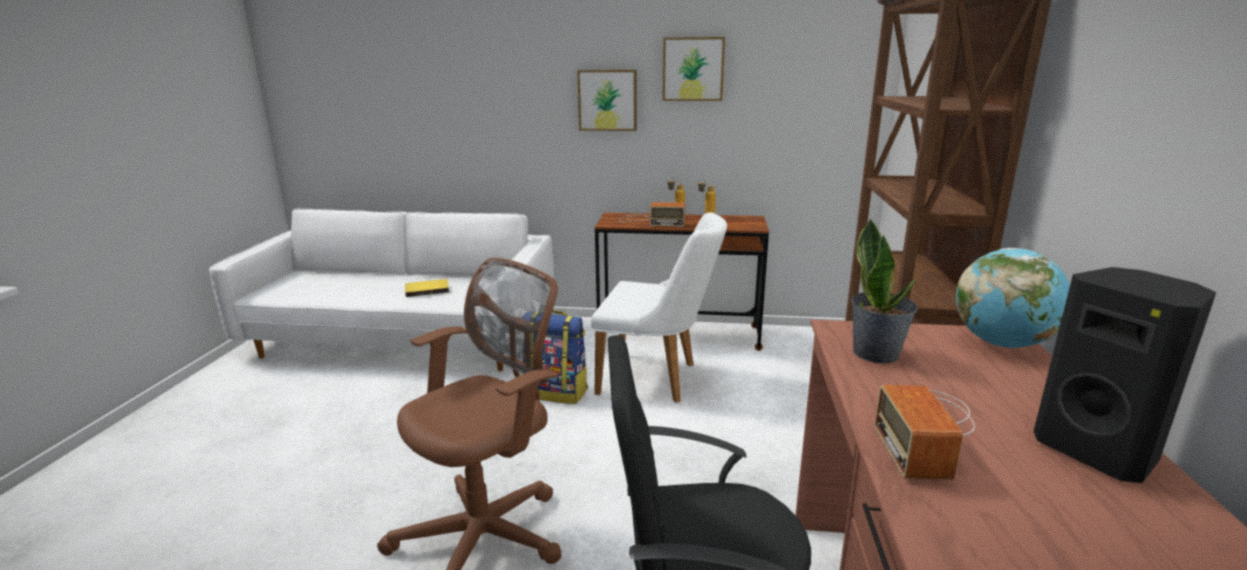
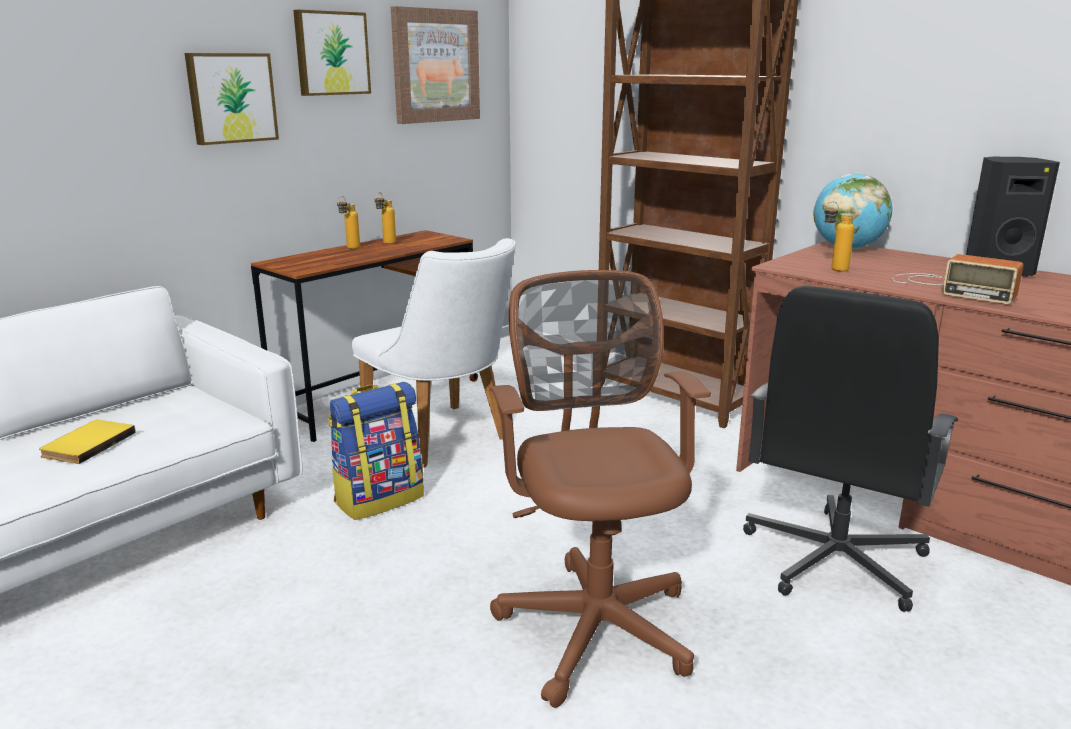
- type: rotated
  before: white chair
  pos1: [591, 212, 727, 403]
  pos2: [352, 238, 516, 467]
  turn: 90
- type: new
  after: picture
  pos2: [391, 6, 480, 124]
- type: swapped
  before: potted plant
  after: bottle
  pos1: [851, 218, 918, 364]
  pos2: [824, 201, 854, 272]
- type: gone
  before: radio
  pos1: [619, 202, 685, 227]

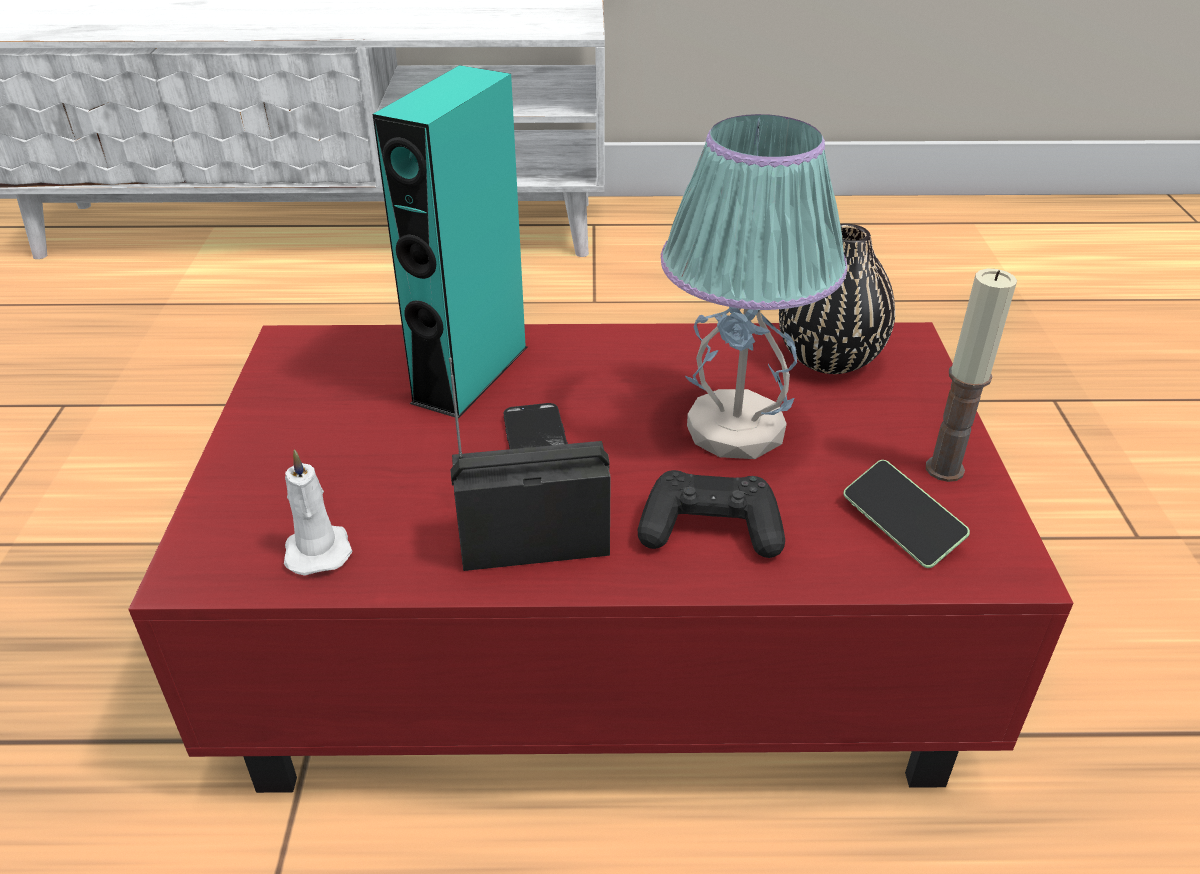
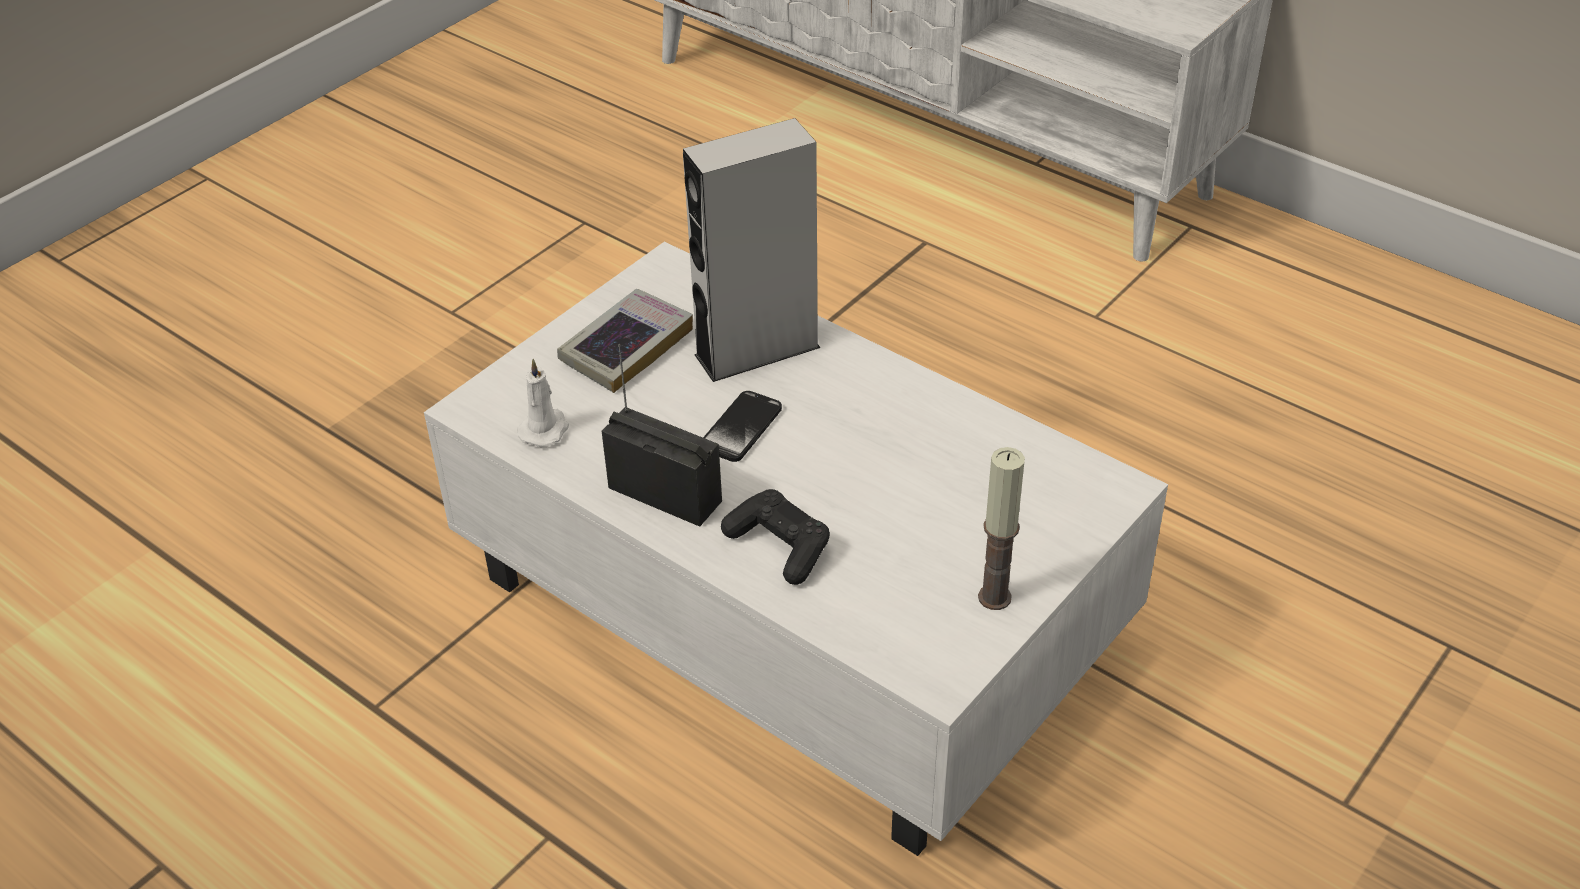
- type: repainted
  before: red coffee table
  after: white coffee table
  pos1: [128, 322, 1073, 793]
  pos2: [424, 242, 1168, 856]
- type: new
  after: book
  pos2: [557, 289, 693, 393]
- type: repainted
  before: turquoise speaker
  after: grey speaker
  pos1: [372, 65, 528, 418]
  pos2: [683, 118, 821, 382]
- type: gone
  before: table lamp
  pos1: [661, 114, 847, 459]
- type: gone
  before: black vase
  pos1: [779, 224, 895, 374]
- type: gone
  before: phone
  pos1: [843, 460, 970, 568]

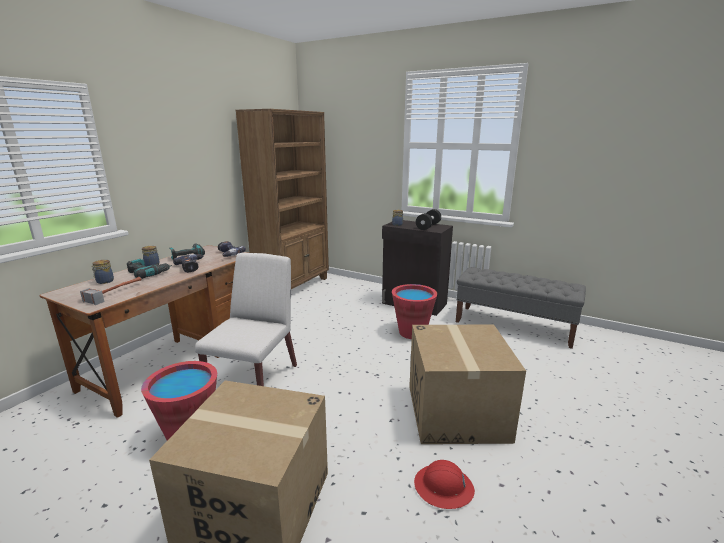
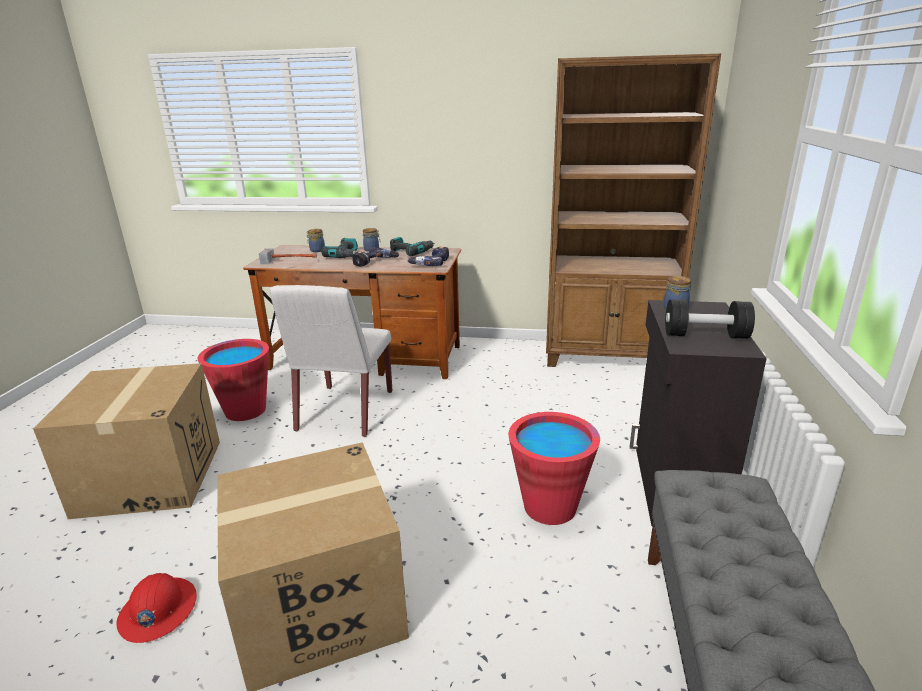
- type: rotated
  before: white chair
  pos1: [195, 253, 297, 386]
  pos2: [270, 285, 392, 437]
  turn: 105

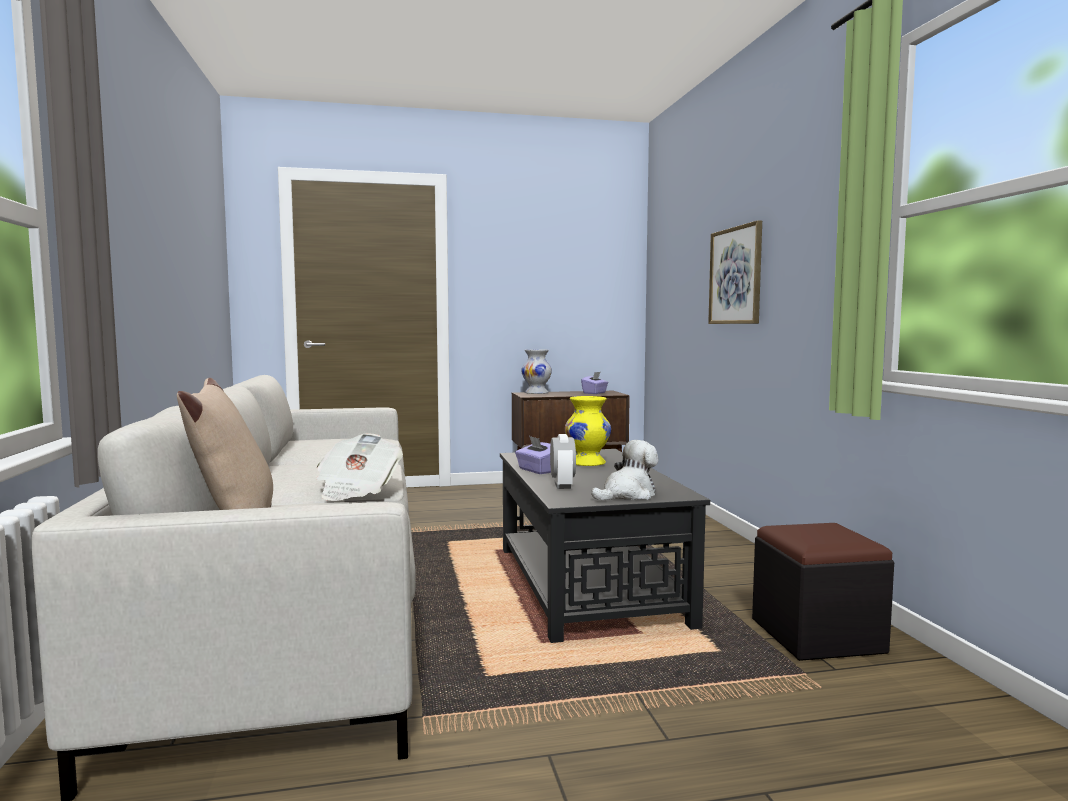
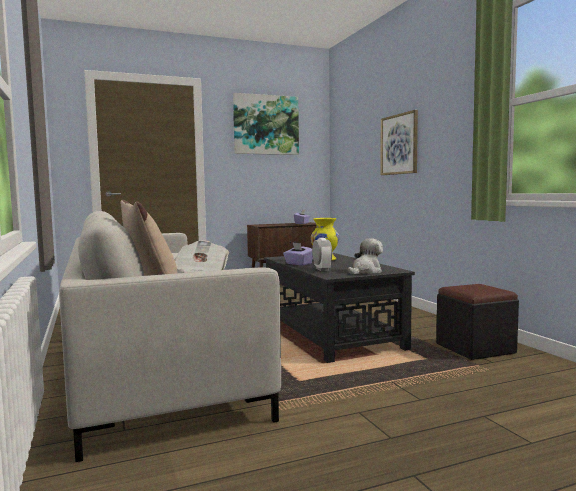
- type: new
  after: picture
  pos2: [233, 93, 299, 155]
- type: gone
  before: white vase
  pos1: [521, 349, 552, 394]

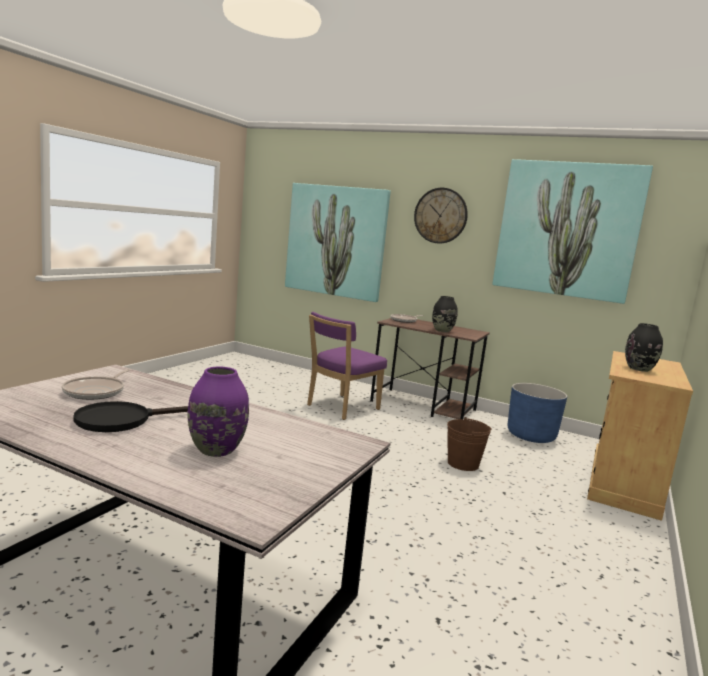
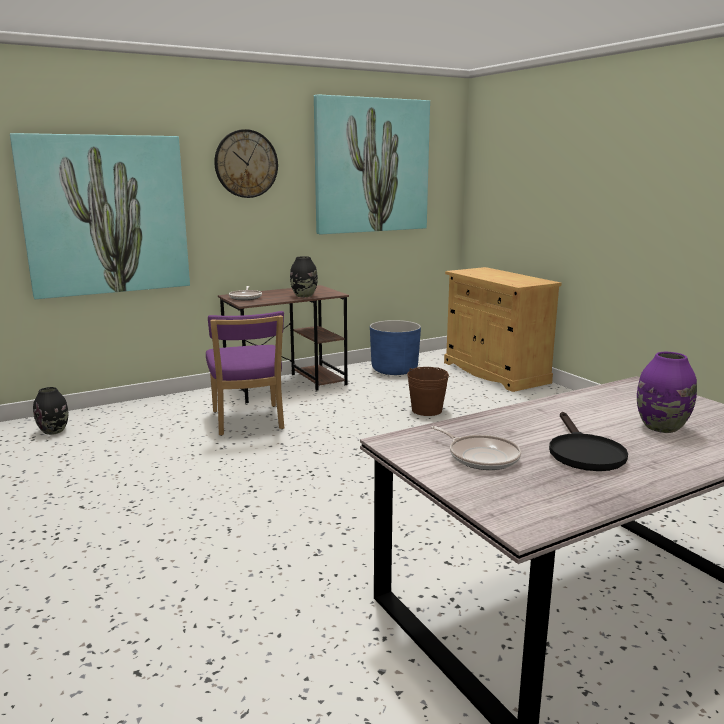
- type: shifted
  before: black vase
  pos1: [625, 323, 663, 372]
  pos2: [33, 387, 68, 435]

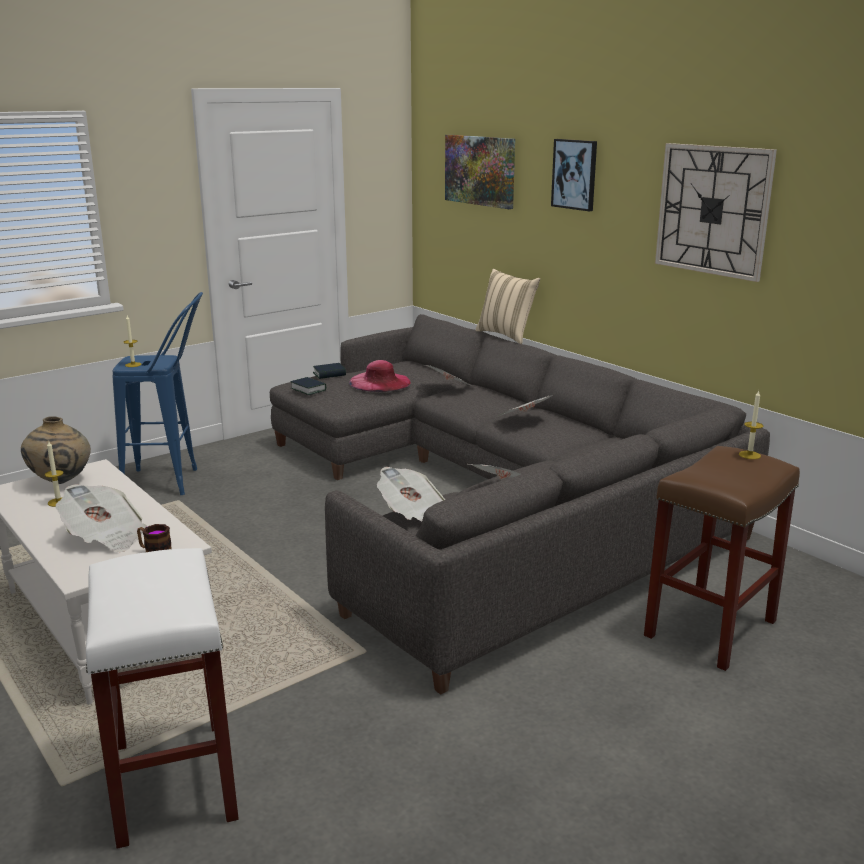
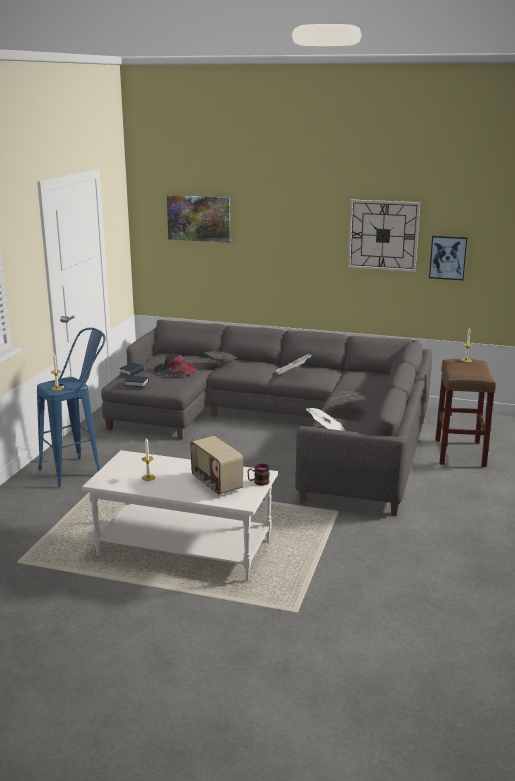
- type: repainted
  before: pink hat
  after: black hat
  pos1: [349, 360, 411, 392]
  pos2: [154, 354, 197, 377]
- type: swapped
  before: newspaper
  after: radio
  pos1: [56, 484, 147, 552]
  pos2: [190, 436, 243, 495]
- type: shifted
  before: picture
  pos1: [551, 139, 597, 211]
  pos2: [429, 236, 468, 280]
- type: gone
  before: beige vase
  pos1: [21, 416, 91, 484]
- type: gone
  before: white stool
  pos1: [86, 548, 239, 849]
- type: gone
  before: beige pillow
  pos1: [475, 269, 540, 344]

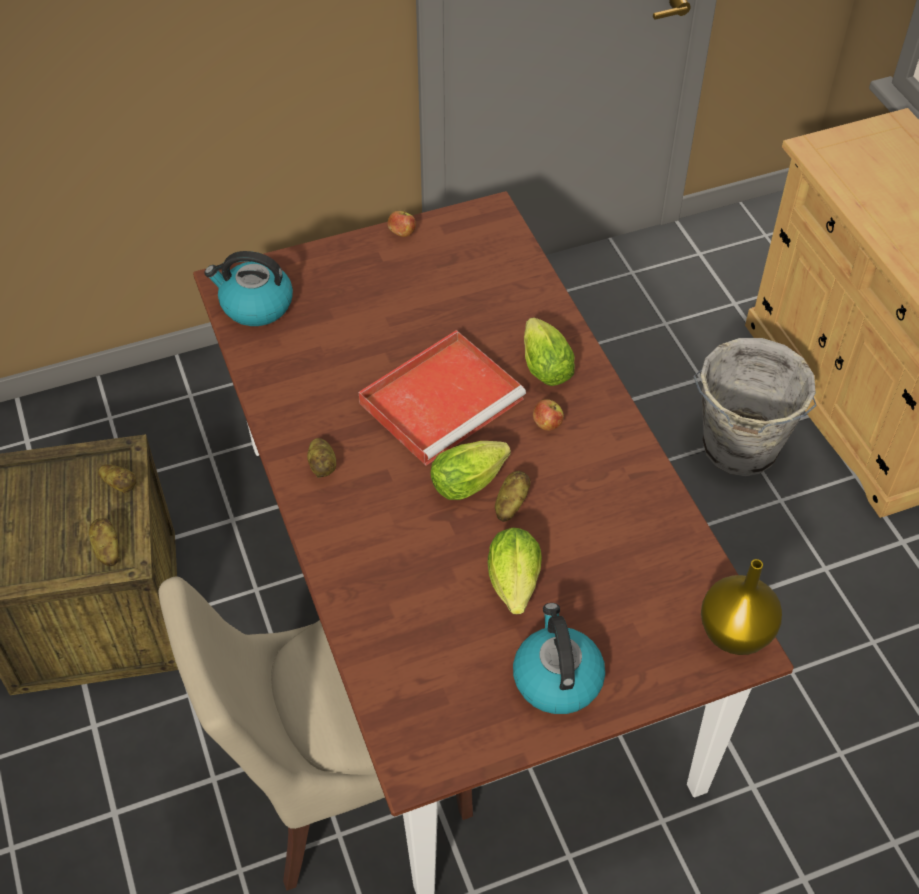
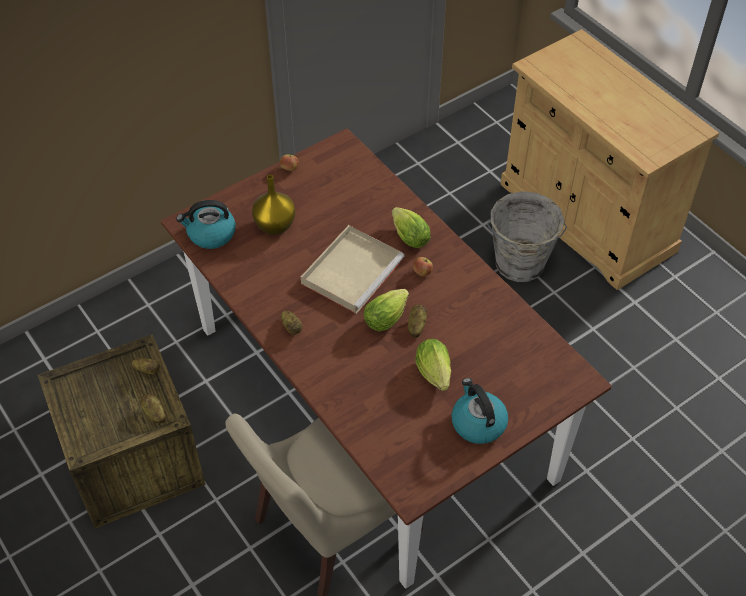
- type: shifted
  before: yellow vase
  pos1: [701, 559, 782, 655]
  pos2: [252, 175, 295, 235]
- type: repainted
  before: red tray
  after: beige tray
  pos1: [359, 330, 526, 466]
  pos2: [301, 225, 405, 314]

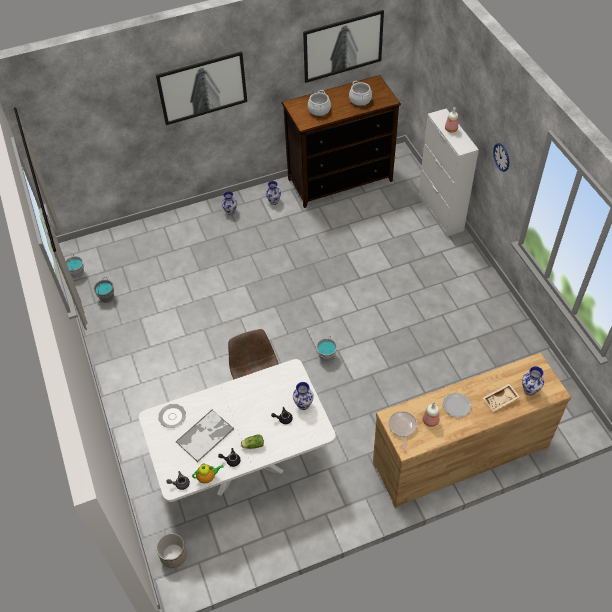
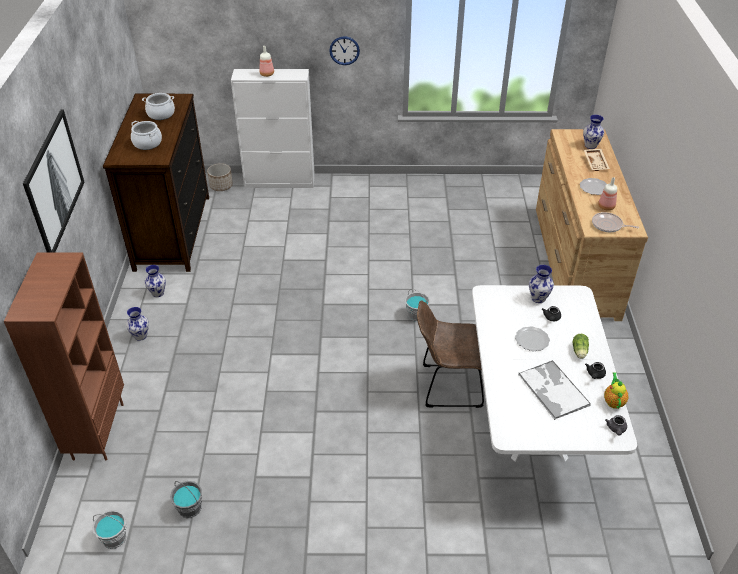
- type: new
  after: brown bookcase
  pos2: [4, 252, 124, 461]
- type: shifted
  before: planter
  pos1: [156, 533, 187, 568]
  pos2: [207, 163, 233, 191]
- type: shifted
  before: plate
  pos1: [158, 404, 186, 428]
  pos2: [515, 326, 550, 351]
- type: gone
  before: picture
  pos1: [303, 10, 384, 83]

